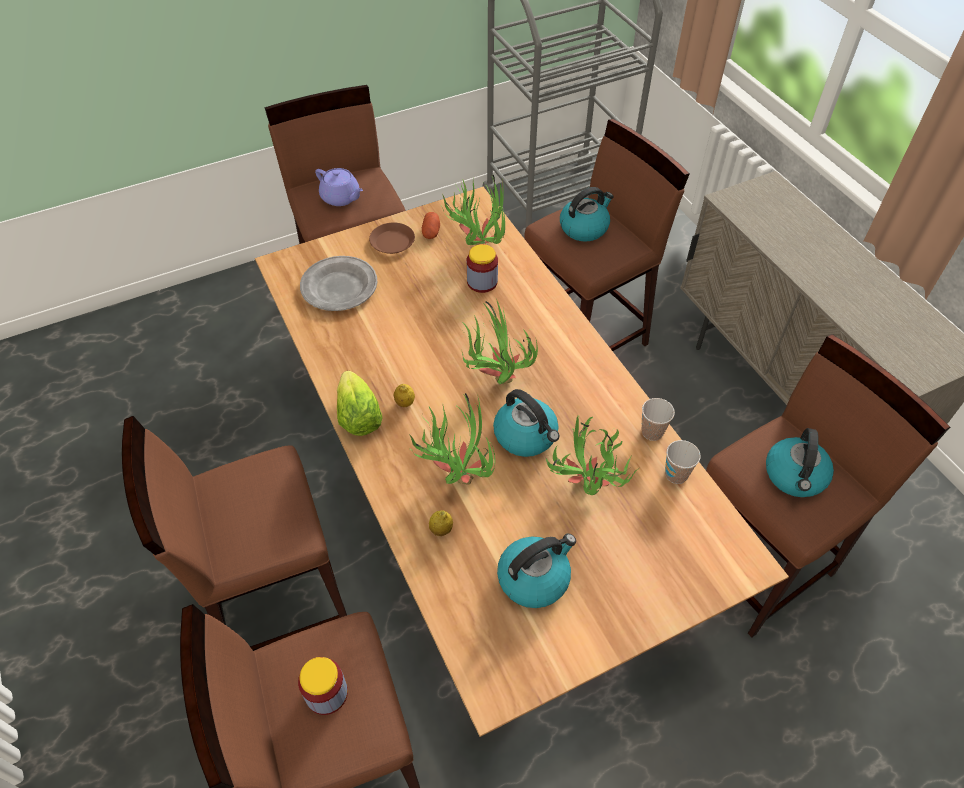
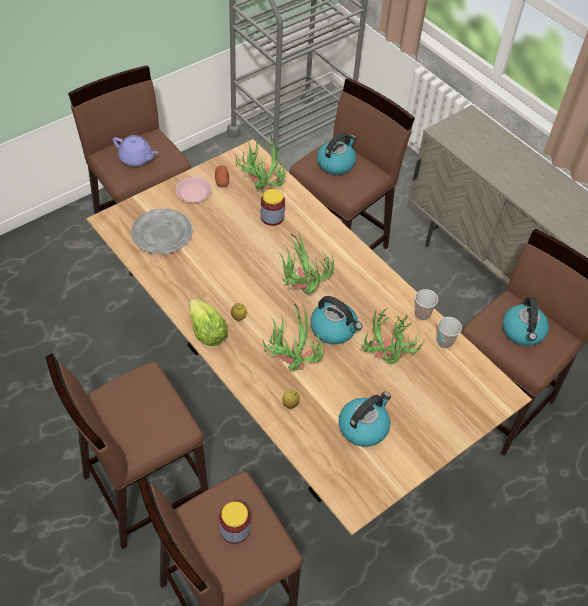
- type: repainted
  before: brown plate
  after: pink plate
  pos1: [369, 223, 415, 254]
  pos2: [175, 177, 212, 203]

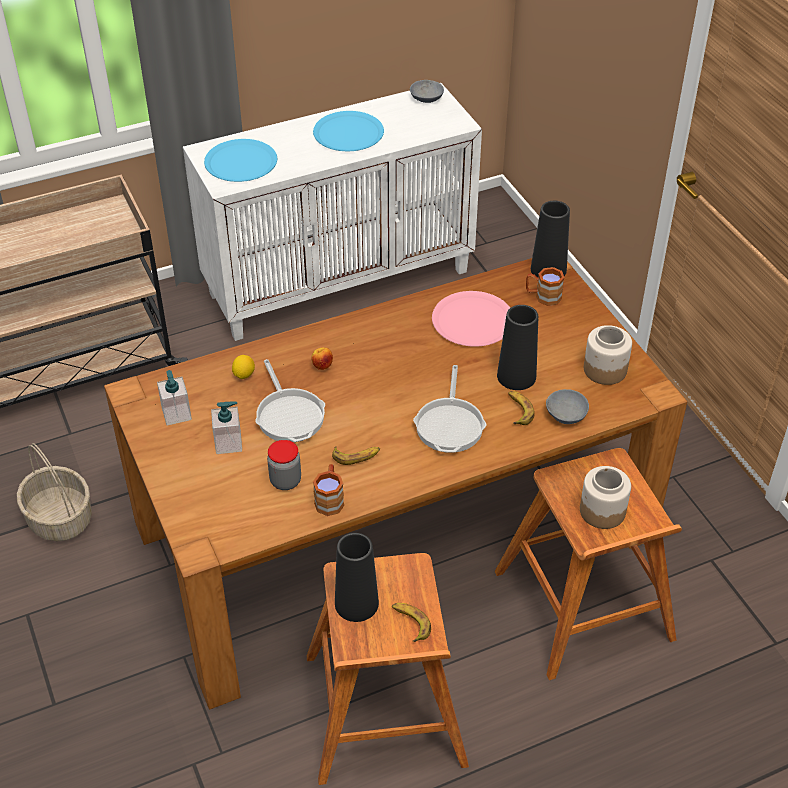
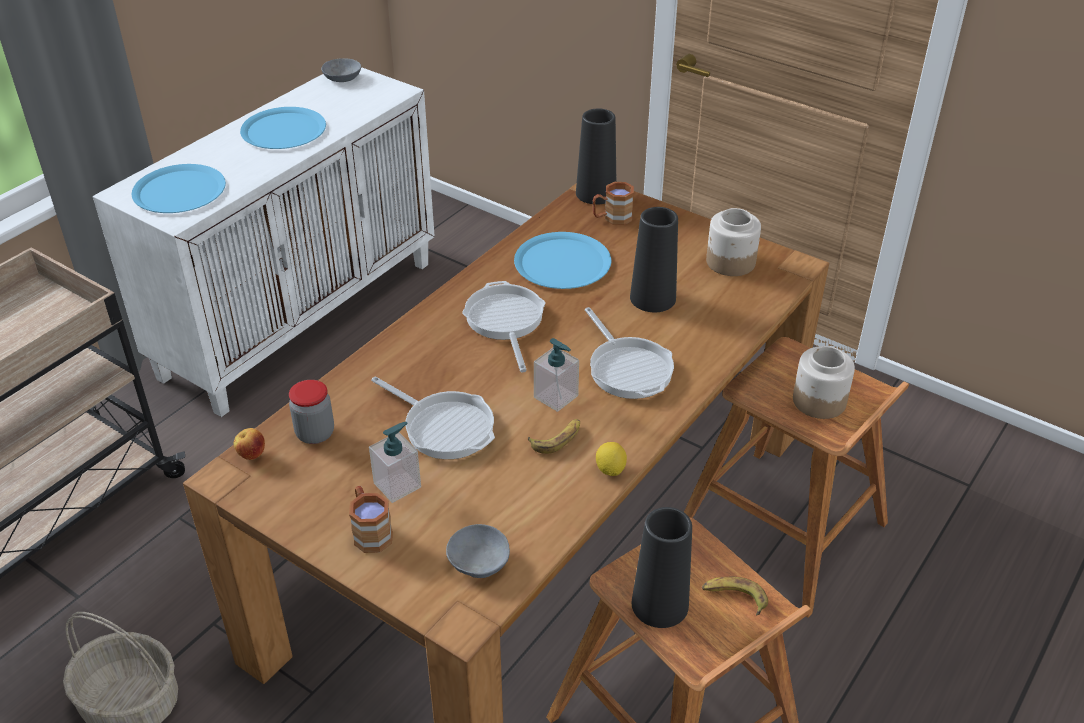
- type: shifted
  before: apple
  pos1: [311, 347, 333, 370]
  pos2: [234, 428, 265, 460]
- type: shifted
  before: jar
  pos1: [267, 440, 301, 490]
  pos2: [289, 380, 334, 444]
- type: shifted
  before: brown mug
  pos1: [313, 464, 344, 516]
  pos2: [349, 486, 393, 553]
- type: shifted
  before: grey bowl
  pos1: [546, 389, 589, 424]
  pos2: [446, 524, 510, 578]
- type: new
  after: frying pan
  pos2: [462, 281, 545, 373]
- type: repainted
  before: pink plate
  after: blue plate
  pos1: [432, 291, 510, 347]
  pos2: [514, 232, 611, 289]
- type: shifted
  before: soap dispenser
  pos1: [157, 370, 192, 426]
  pos2: [534, 338, 579, 412]
- type: shifted
  before: lemon
  pos1: [232, 355, 255, 379]
  pos2: [596, 442, 627, 476]
- type: gone
  before: banana
  pos1: [508, 391, 535, 425]

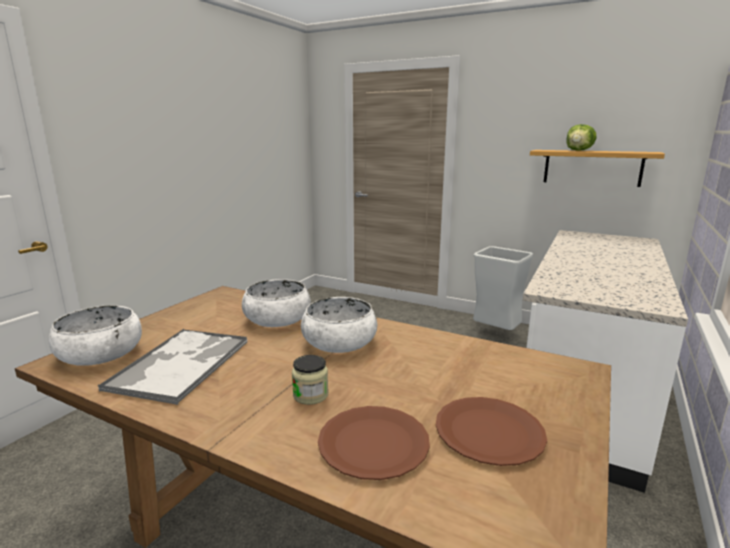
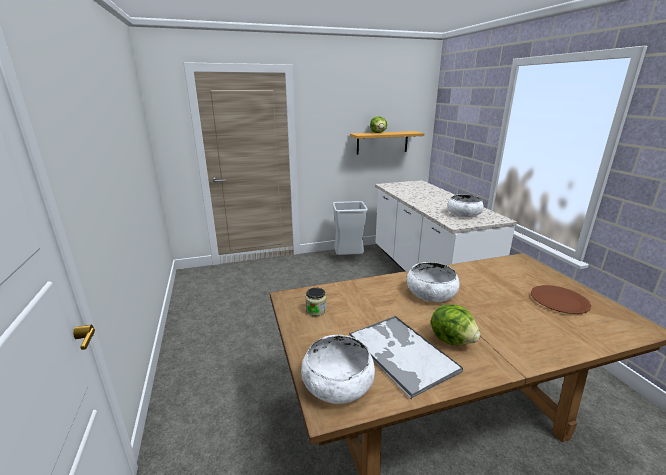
- type: shifted
  before: jar
  pos1: [292, 355, 328, 405]
  pos2: [306, 288, 326, 316]
- type: new
  after: lettuce
  pos2: [431, 304, 480, 345]
- type: shifted
  before: white bowl
  pos1: [242, 279, 311, 327]
  pos2: [447, 195, 483, 217]
- type: gone
  before: brown plate
  pos1: [318, 406, 430, 480]

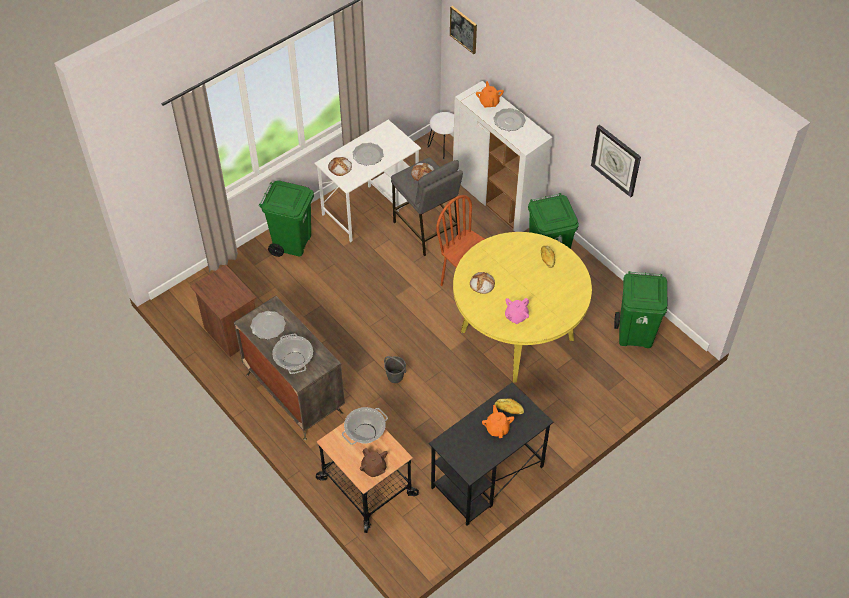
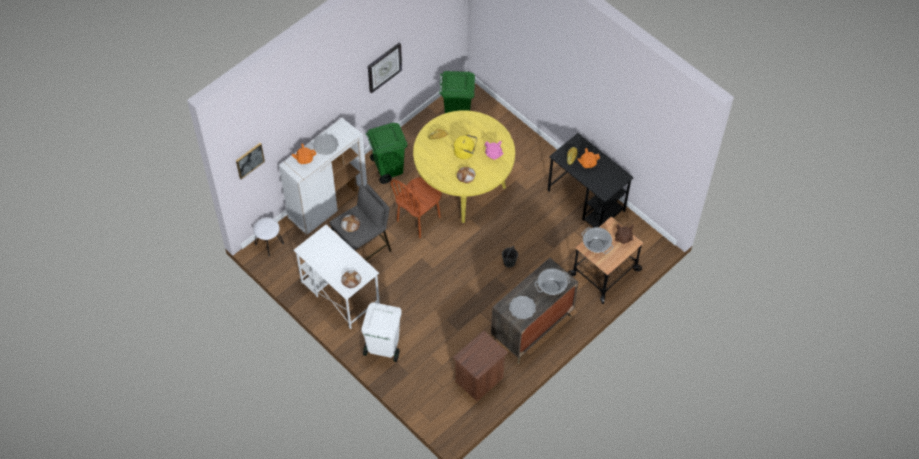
- type: repainted
  before: green trash can
  after: white trash can
  pos1: [259, 180, 314, 257]
  pos2: [361, 302, 402, 362]
- type: new
  after: yellow kettle
  pos2: [454, 133, 477, 159]
- type: gone
  before: plate
  pos1: [352, 143, 384, 166]

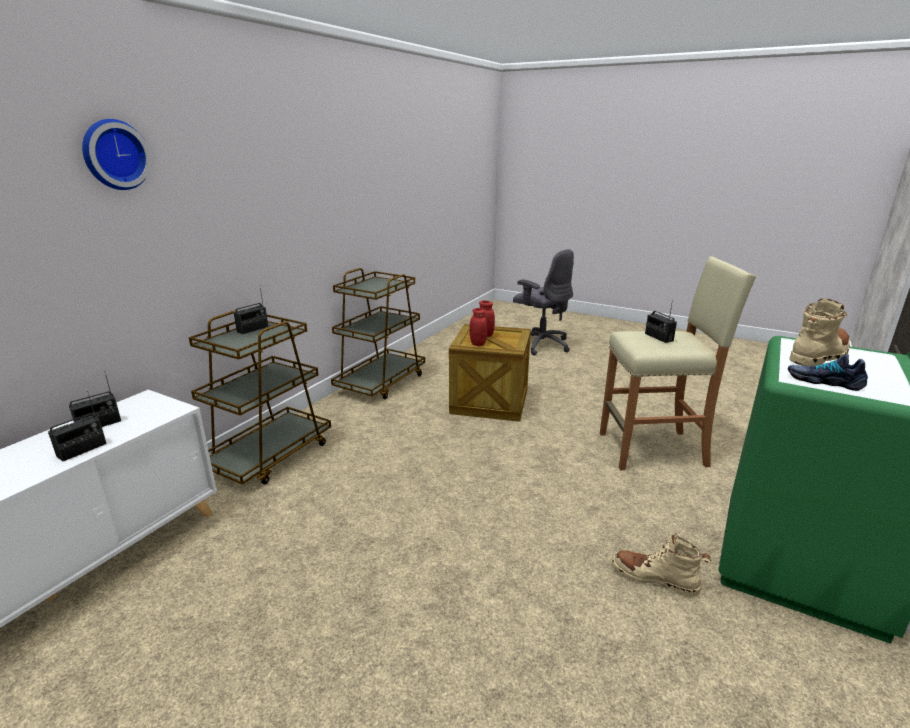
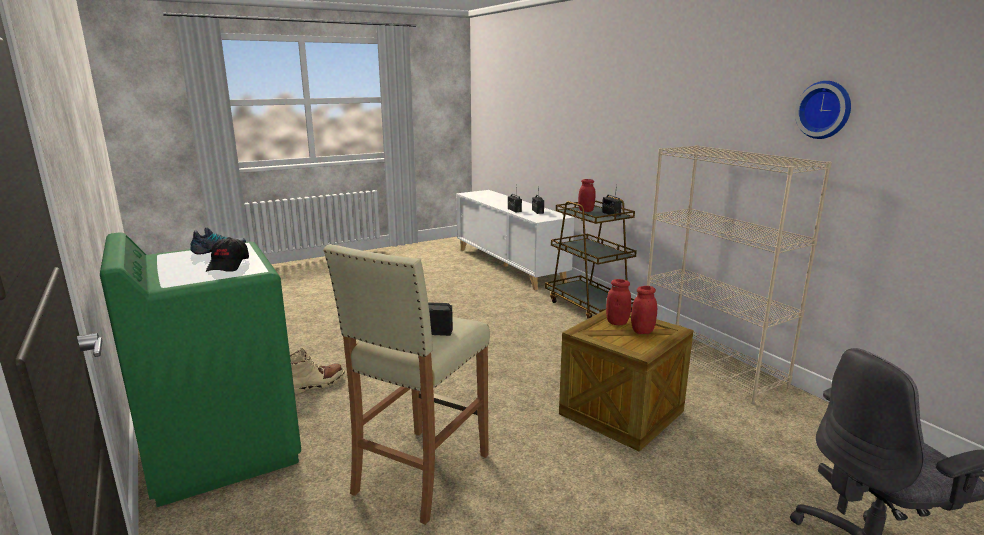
- type: swapped
  before: beige boot
  after: black cap
  pos1: [790, 299, 850, 366]
  pos2: [206, 237, 249, 272]
- type: new
  after: red jar
  pos2: [578, 179, 596, 212]
- type: swapped
  before: brown cart
  after: beige bookcase
  pos1: [331, 268, 425, 399]
  pos2: [647, 145, 832, 404]
- type: shifted
  before: wall clock
  pos1: [82, 119, 151, 190]
  pos2: [795, 81, 851, 139]

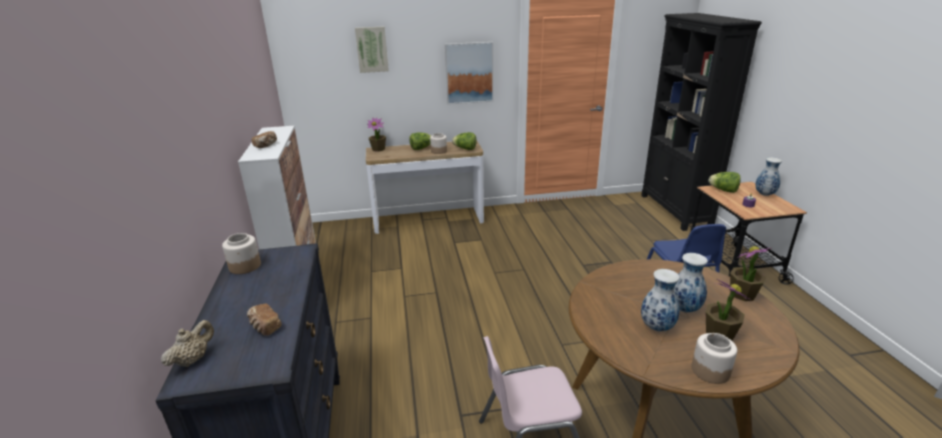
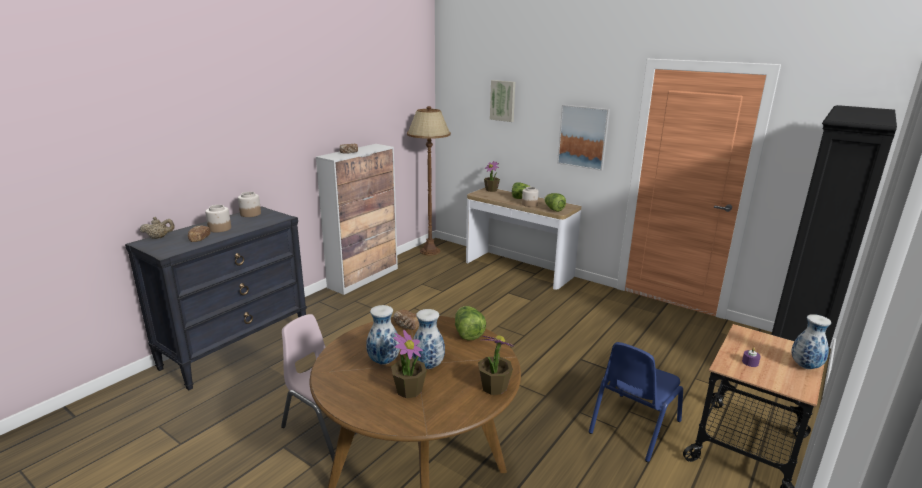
- type: shifted
  before: jar
  pos1: [692, 333, 737, 384]
  pos2: [205, 205, 231, 233]
- type: new
  after: bread
  pos2: [393, 309, 419, 330]
- type: new
  after: brown floor lamp
  pos2: [407, 106, 451, 256]
- type: shifted
  before: lettuce
  pos1: [708, 172, 741, 193]
  pos2: [455, 306, 486, 340]

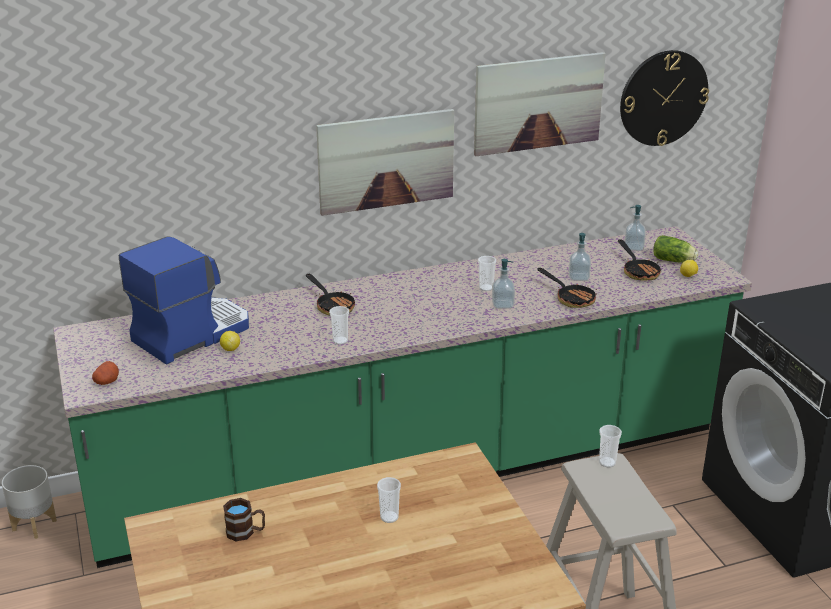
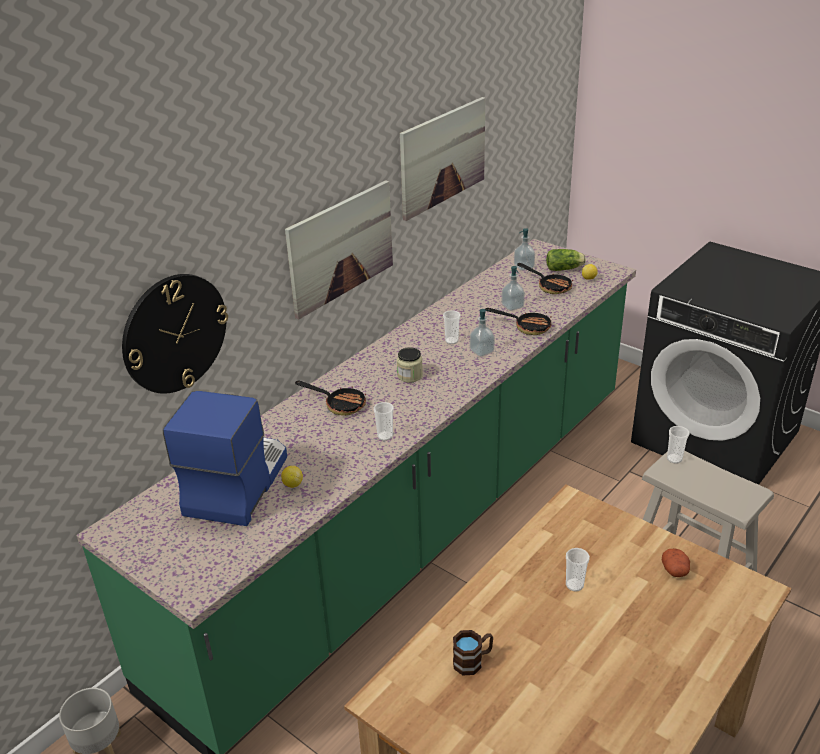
- type: shifted
  before: wall clock
  pos1: [620, 50, 709, 146]
  pos2: [122, 274, 228, 394]
- type: new
  after: jar
  pos2: [397, 347, 423, 383]
- type: shifted
  before: potato
  pos1: [92, 361, 119, 385]
  pos2: [662, 549, 690, 577]

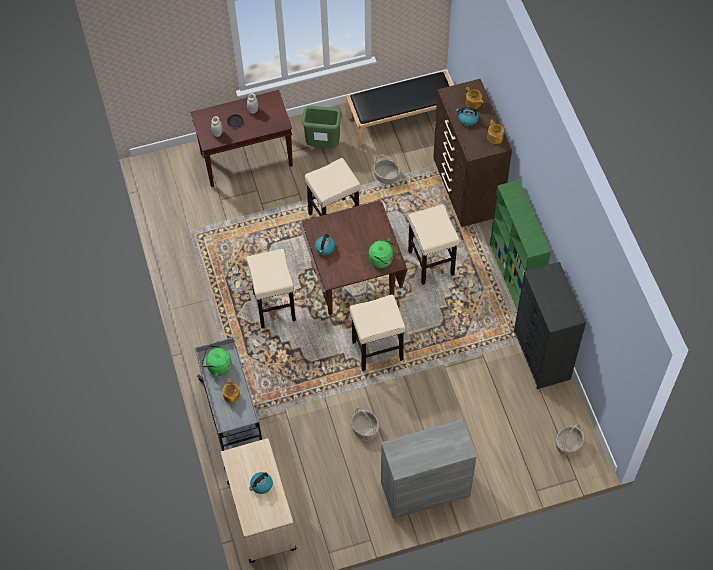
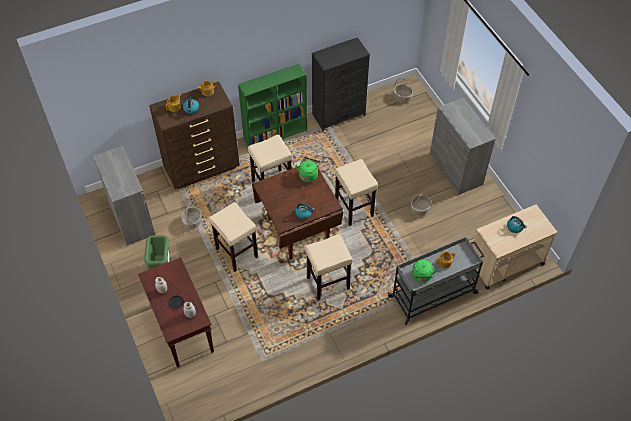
- type: swapped
  before: black bench
  after: grey cabinet
  pos1: [346, 71, 453, 147]
  pos2: [93, 146, 155, 245]

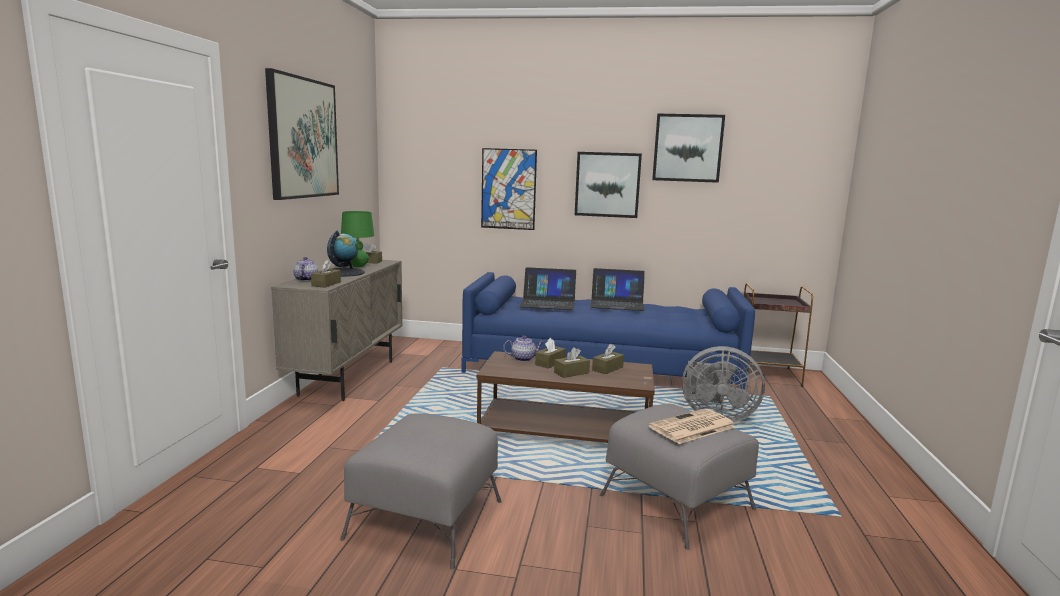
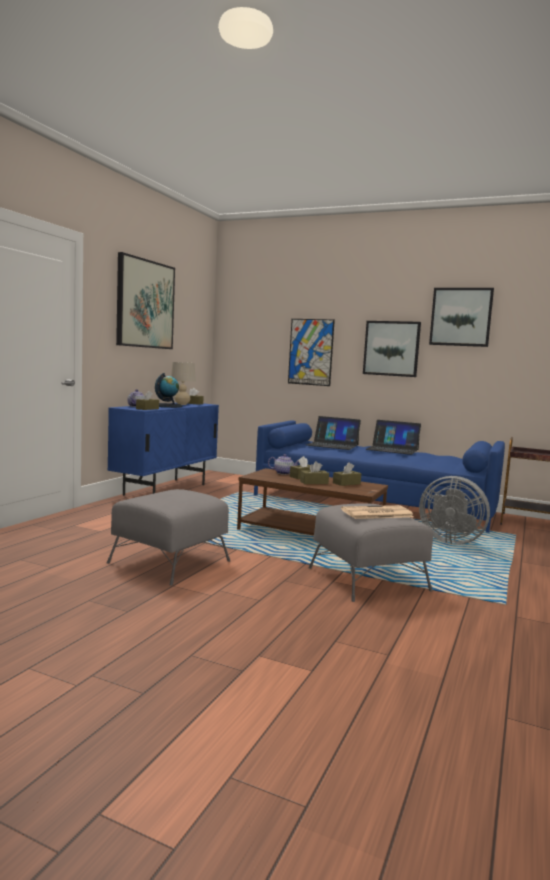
- type: repainted
  before: beige cabinet
  after: blue cabinet
  pos1: [271, 260, 402, 401]
  pos2: [107, 403, 219, 496]
- type: repainted
  before: green table lamp
  after: beige table lamp
  pos1: [341, 211, 374, 267]
  pos2: [171, 362, 196, 405]

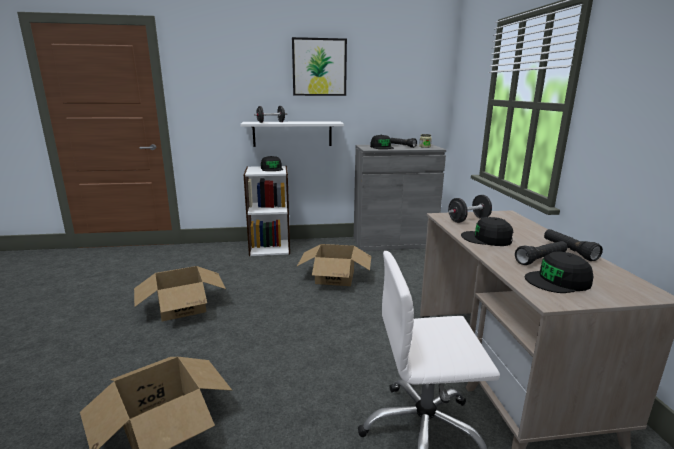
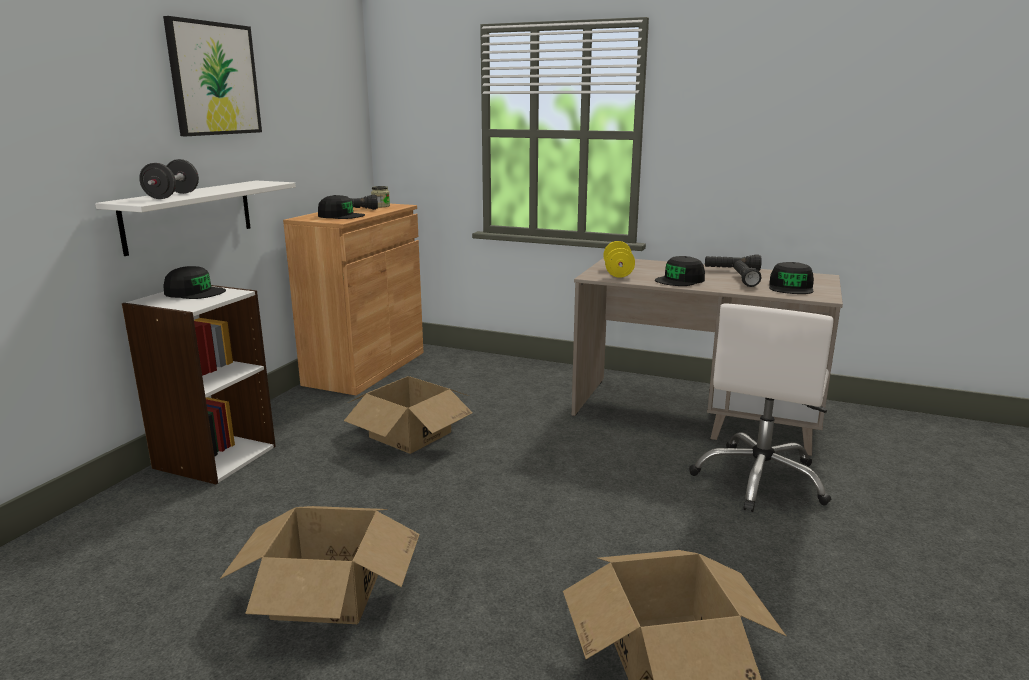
- type: repainted
  before: grey cabinet
  after: brown cabinet
  pos1: [354, 144, 446, 251]
  pos2: [283, 204, 423, 396]
- type: repainted
  before: black dumbbell
  after: yellow dumbbell
  pos1: [448, 195, 492, 223]
  pos2: [603, 241, 635, 278]

